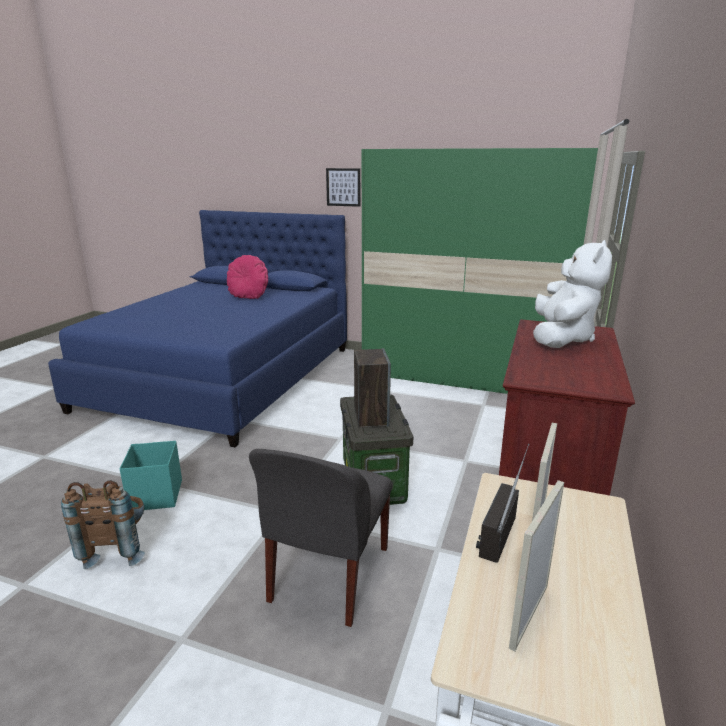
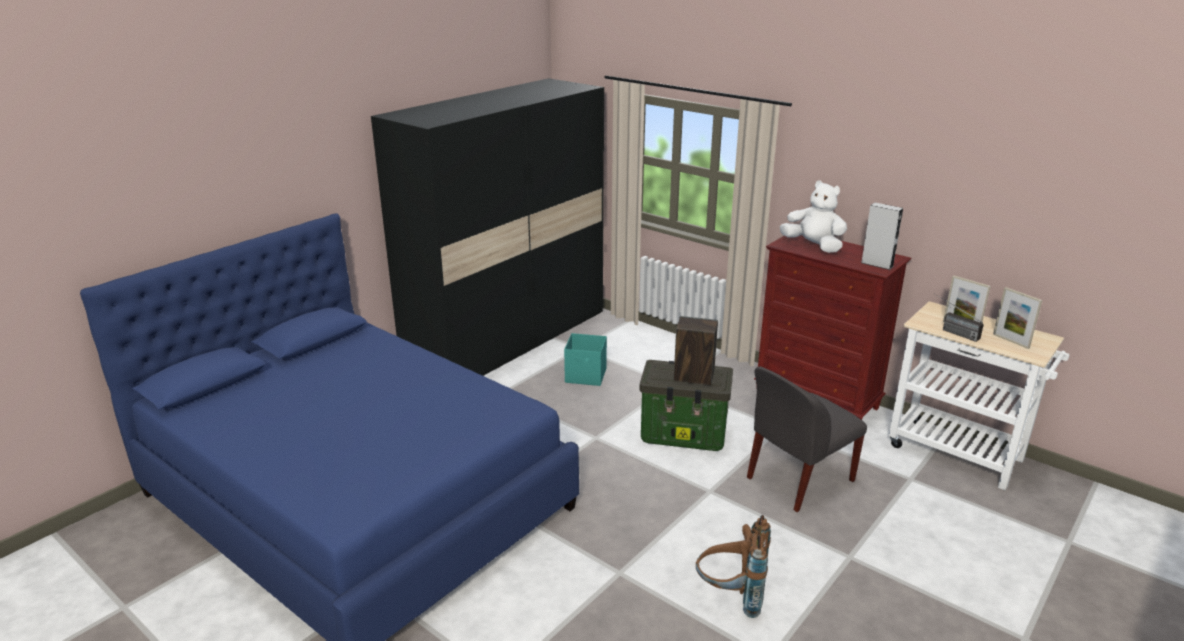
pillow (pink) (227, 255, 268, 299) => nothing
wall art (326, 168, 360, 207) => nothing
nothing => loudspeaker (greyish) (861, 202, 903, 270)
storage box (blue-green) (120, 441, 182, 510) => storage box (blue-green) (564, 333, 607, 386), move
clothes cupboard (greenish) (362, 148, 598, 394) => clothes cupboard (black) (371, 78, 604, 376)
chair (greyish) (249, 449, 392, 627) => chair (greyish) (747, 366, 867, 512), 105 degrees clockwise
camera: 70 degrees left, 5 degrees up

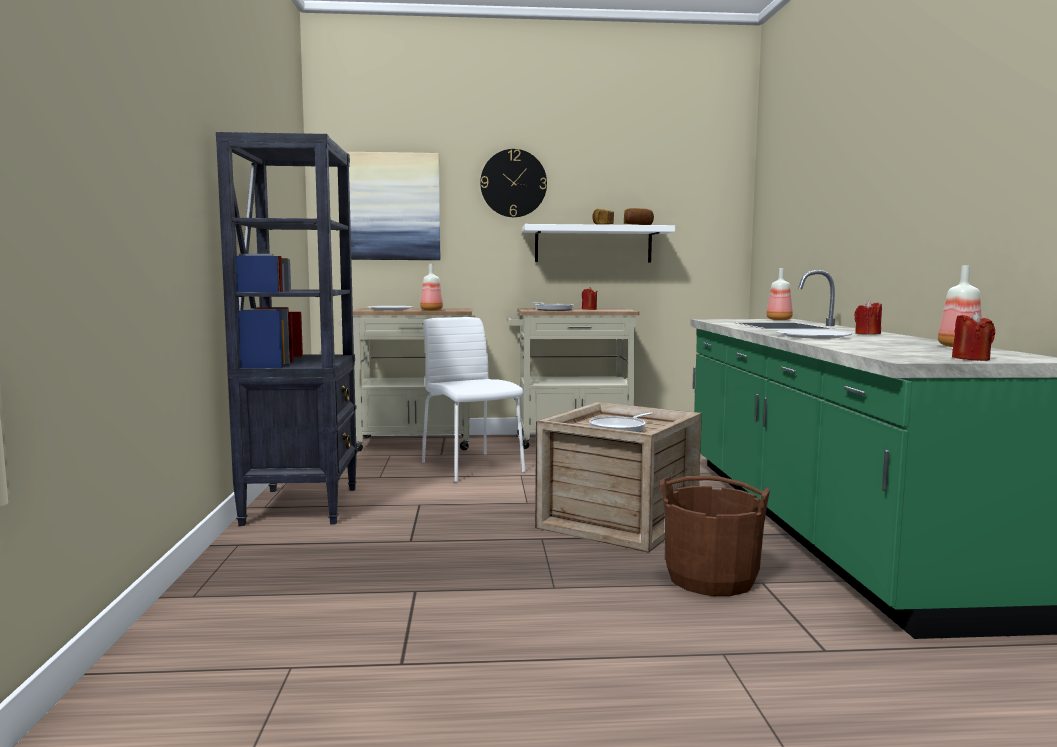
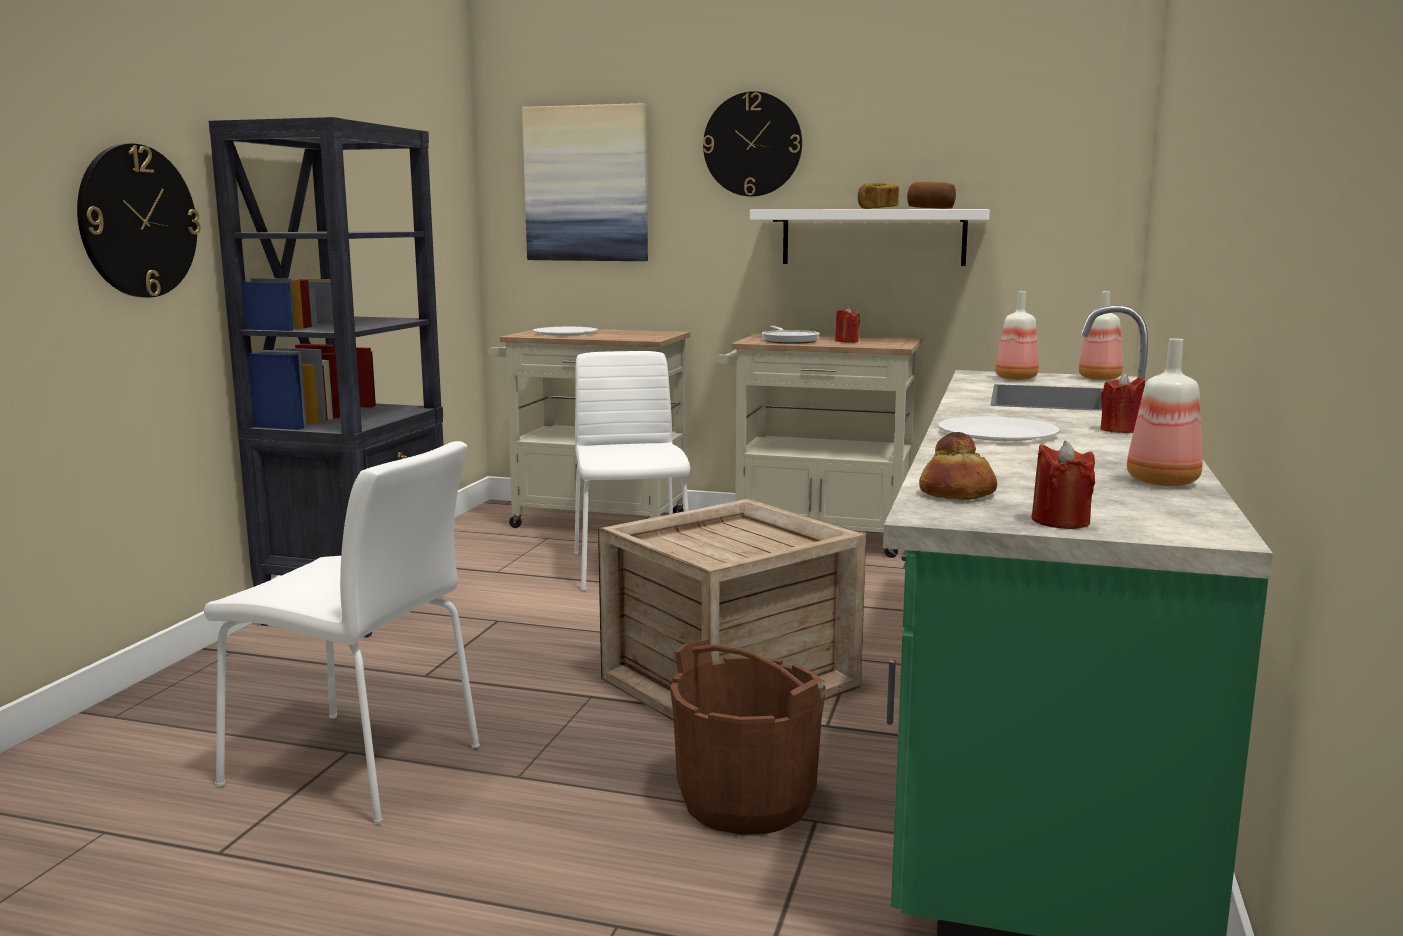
pan (589, 412, 653, 432) => nothing
nothing => clock on the wall (77, 143, 201, 298)
nothing => chair (white-coloured) (204, 441, 480, 824)
nothing => baked bread (919, 432, 997, 500)
bottle (420, 264, 443, 311) => bottle (995, 291, 1039, 380), move
camera: 20 degrees right, 5 degrees up

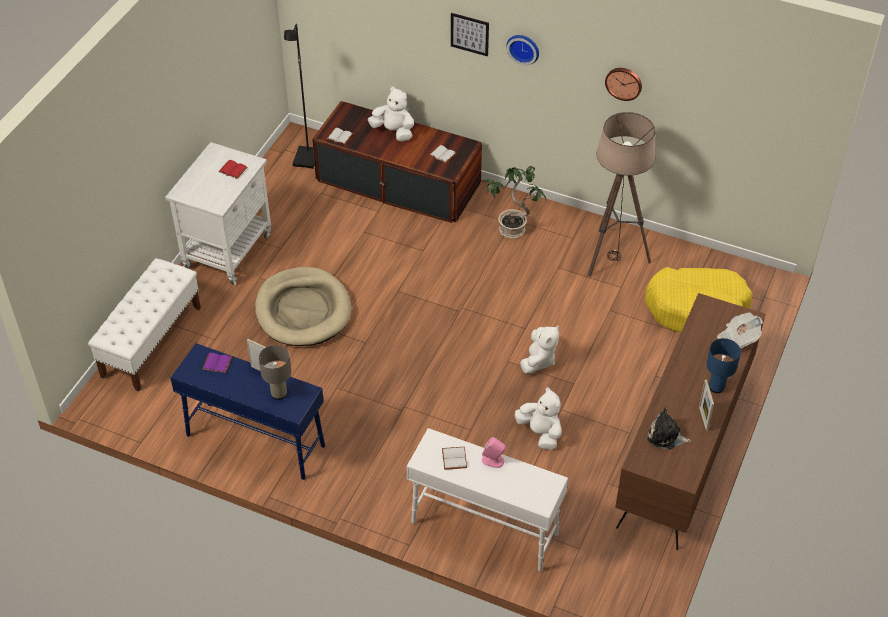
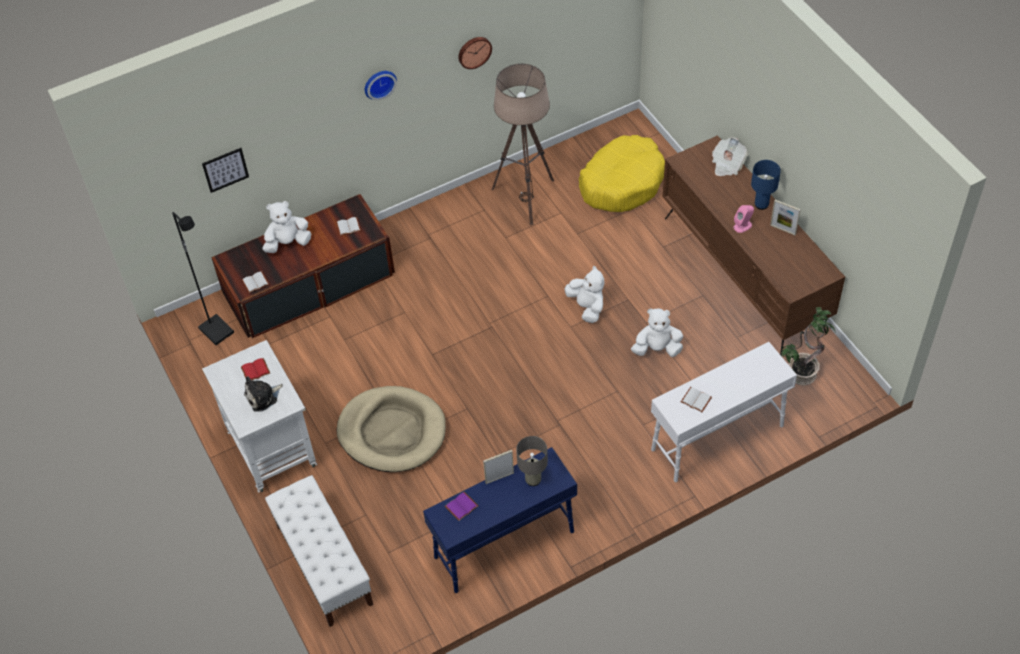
wall art (451, 13, 489, 56) => wall art (202, 148, 249, 193), move
houseplant (482, 166, 546, 239) => houseplant (781, 307, 836, 386), move
loudspeaker (pink) (482, 437, 506, 468) => loudspeaker (pink) (734, 205, 754, 233), move
plush toy (647, 408, 691, 449) => plush toy (244, 376, 283, 412), move
camera: 50 degrees left, 5 degrees up

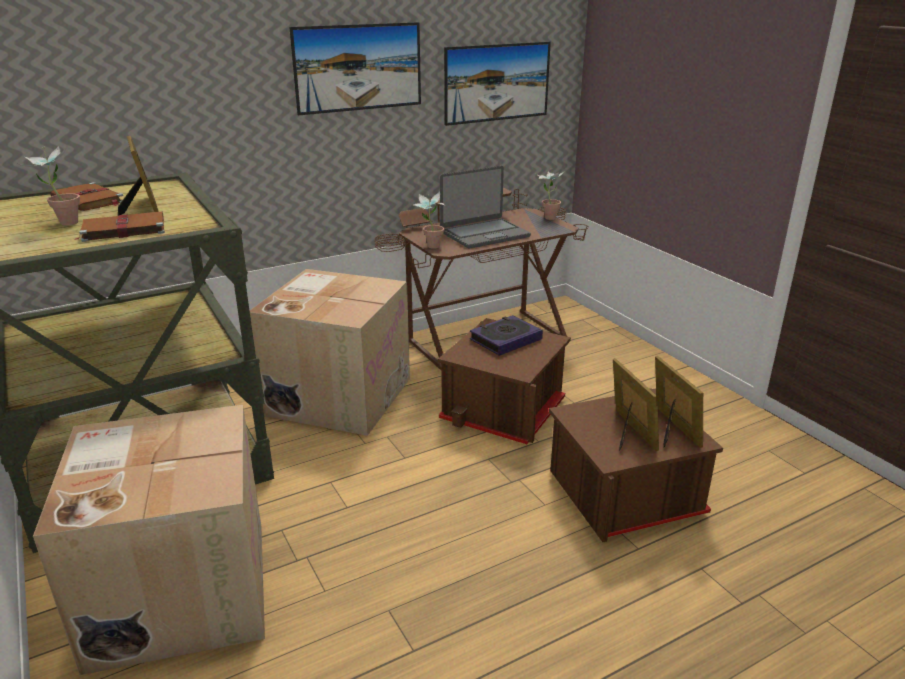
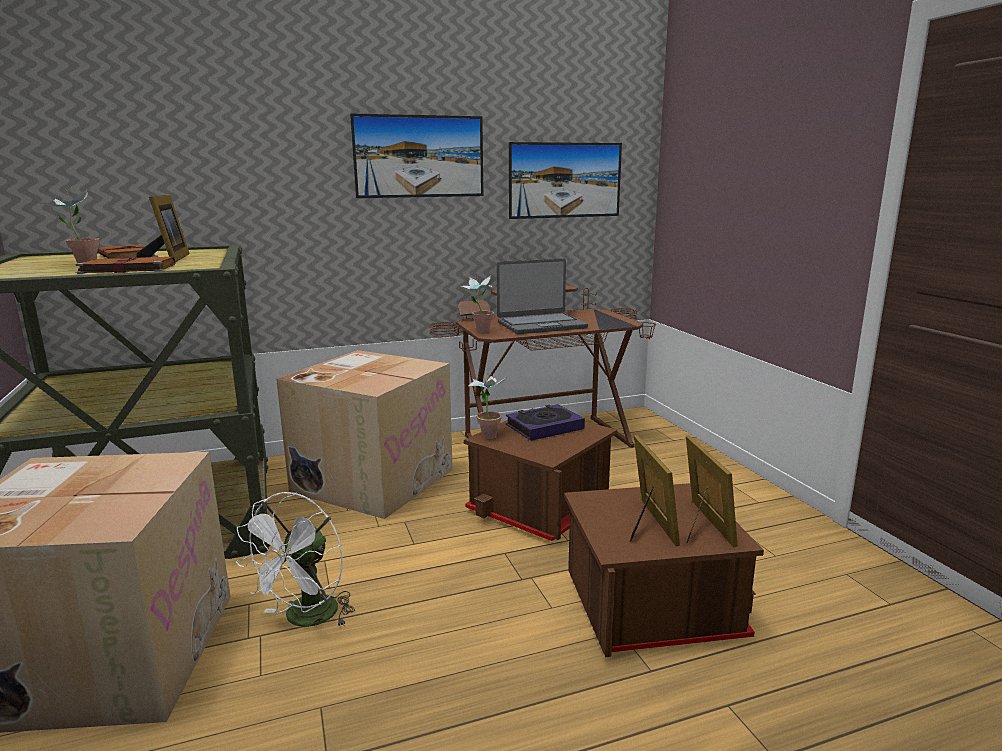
nothing => electric fan (white-coloured) (236, 492, 355, 627)
houseplant (536, 169, 566, 220) => houseplant (468, 373, 508, 439), move
camera: 10 degrees right, 10 degrees down

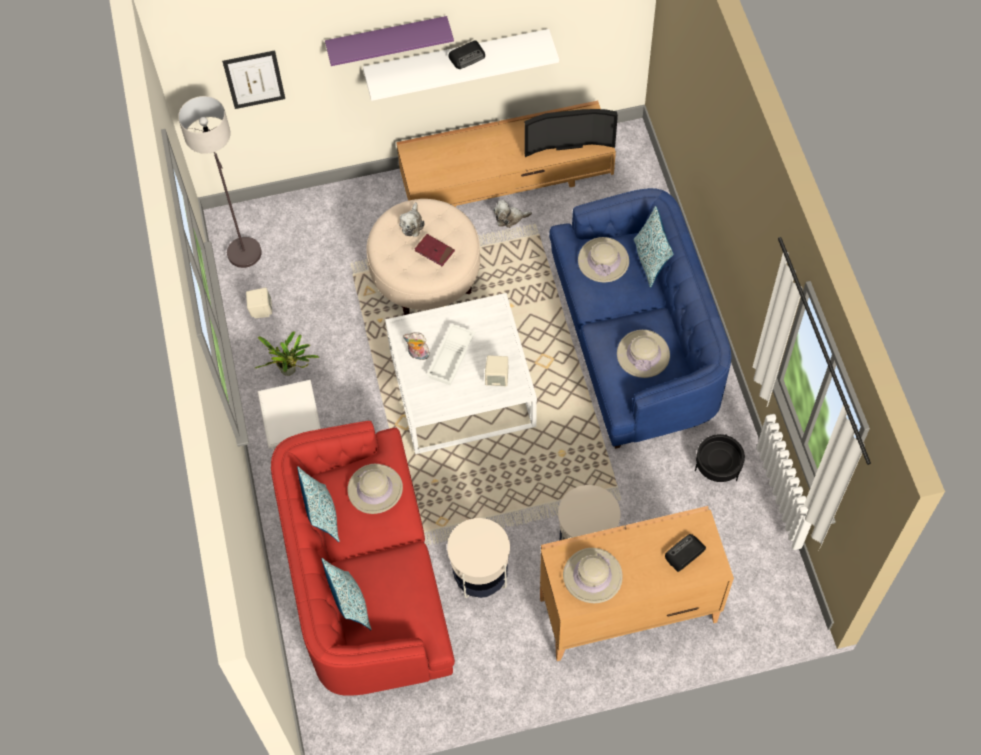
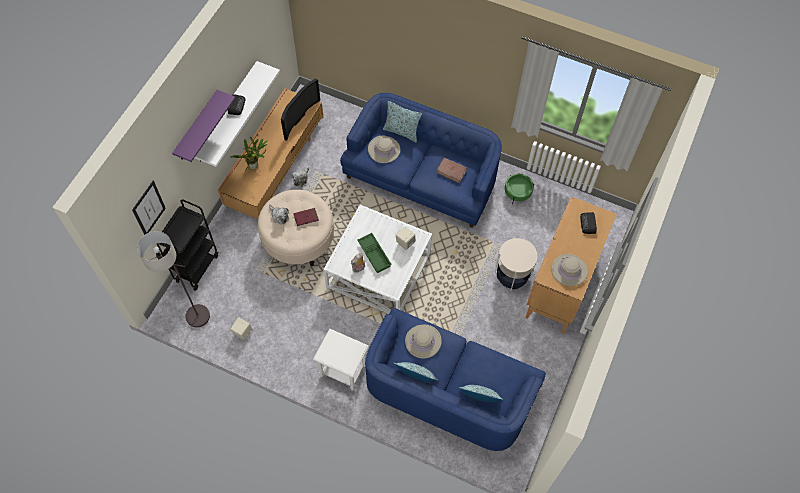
side table (sand-coloured) (447, 518, 510, 598) => nothing
nothing => trolley (black) (157, 199, 219, 291)
houseplant (255, 331, 320, 376) => houseplant (230, 137, 267, 171), move
wearable hat (sand-coloured) (617, 330, 670, 378) => book (brownish) (436, 158, 467, 183)
settee (red-coloured) (271, 421, 455, 696) => settee (bluish) (365, 308, 546, 451)
serving tray (white-coloured) (427, 324, 475, 386) => serving tray (greenish) (357, 233, 392, 273)
flower pot (black) (695, 434, 745, 482) => flower pot (greenish) (505, 174, 534, 204)
camera: 55 degrees left, 0 degrees up

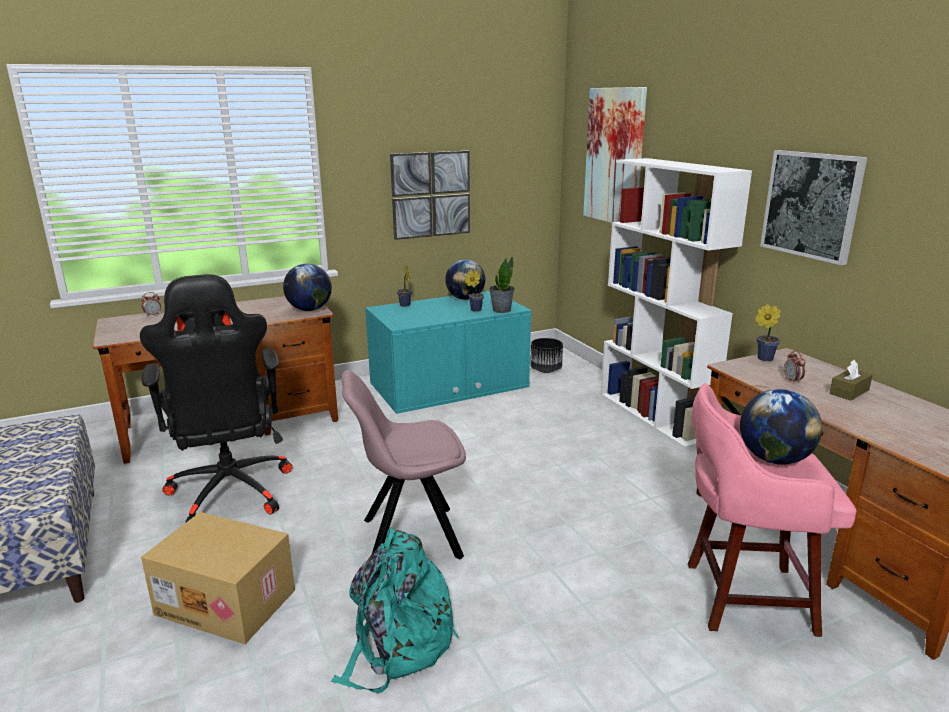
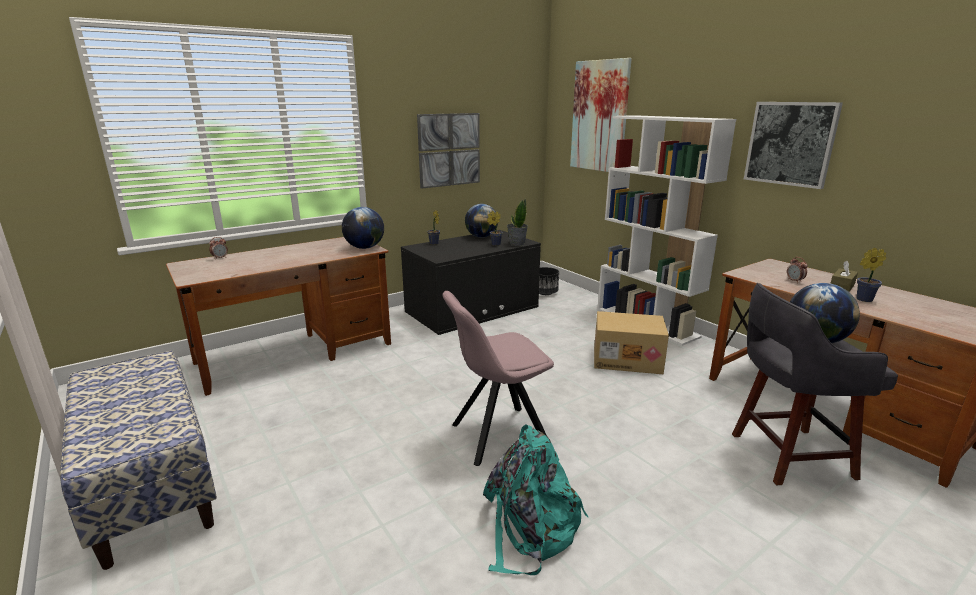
office chair (black) (140, 274, 292, 523) => nothing
carton (141, 512, 295, 644) => carton (594, 311, 669, 374), move
houseplant (755, 304, 781, 361) => houseplant (856, 248, 886, 302), move
storage cabinet (blue-green) (365, 291, 531, 414) => storage cabinet (black) (401, 230, 541, 335)
stool (pink) (688, 383, 856, 637) => stool (greyish) (732, 283, 898, 485)
camera: 10 degrees left, 0 degrees up

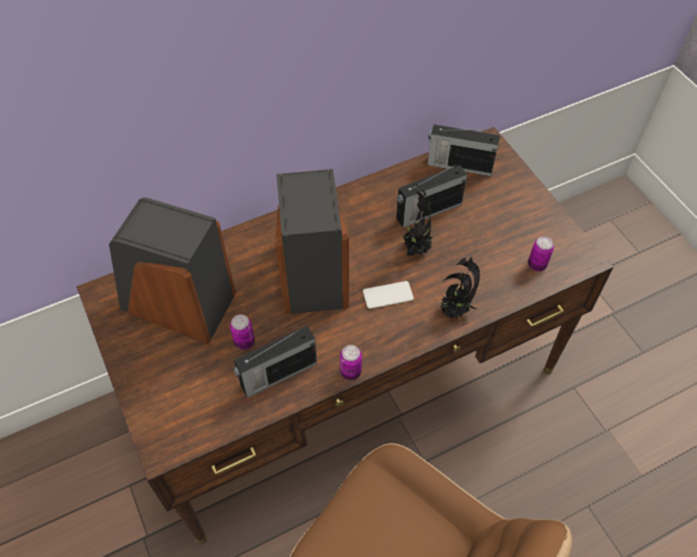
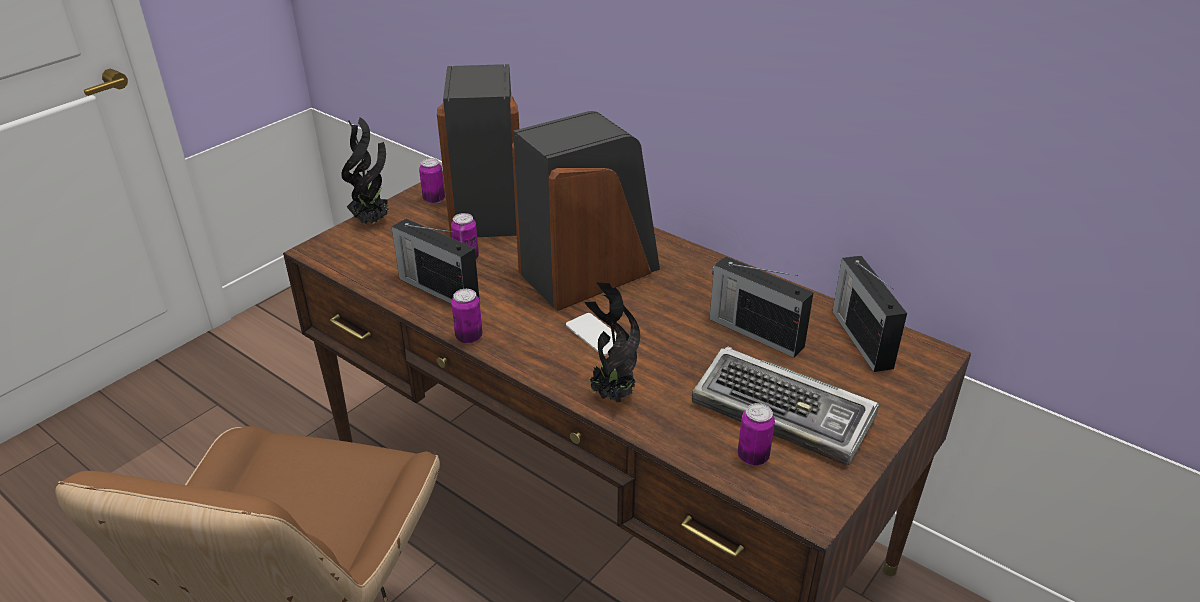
nothing => sealed can (419, 158, 445, 204)
nothing => computer keyboard (692, 346, 879, 466)
houseplant (400, 185, 432, 256) => houseplant (341, 117, 389, 224), move
camera: 65 degrees right, 20 degrees down

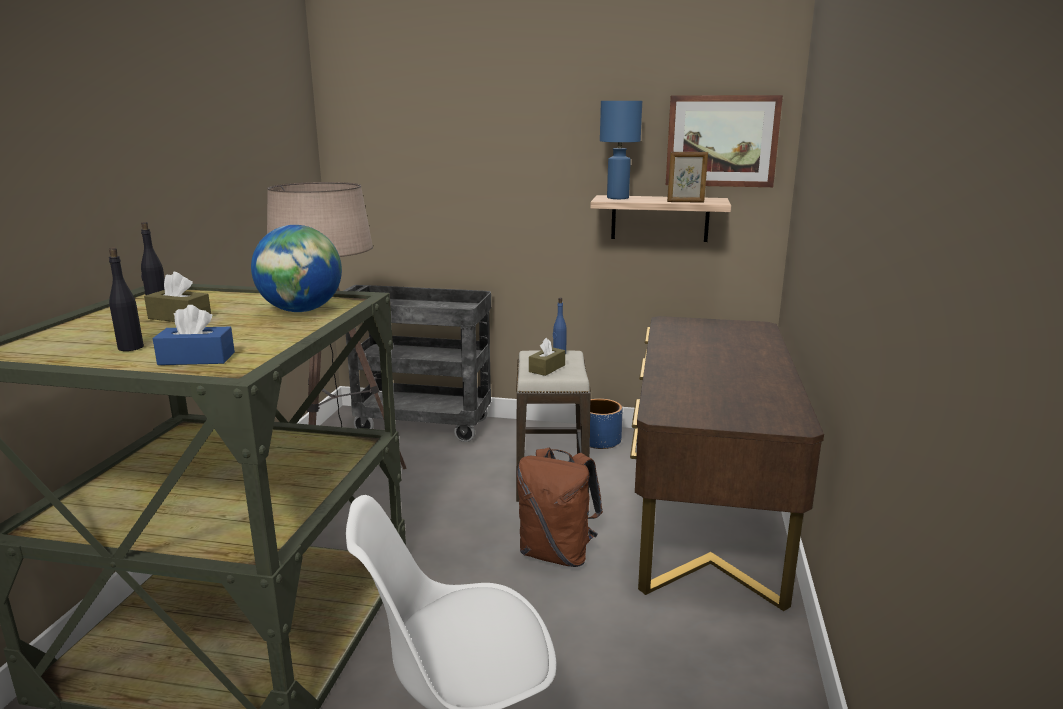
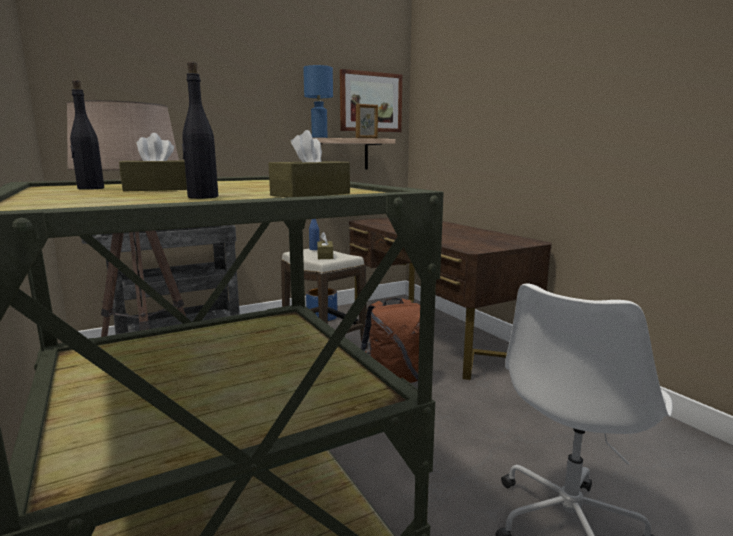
desk globe (251, 225, 342, 312) => nothing
tissue box (bluish) (153, 305, 235, 365) => tissue box (brownish) (269, 130, 350, 197)
camera: 40 degrees left, 5 degrees down

